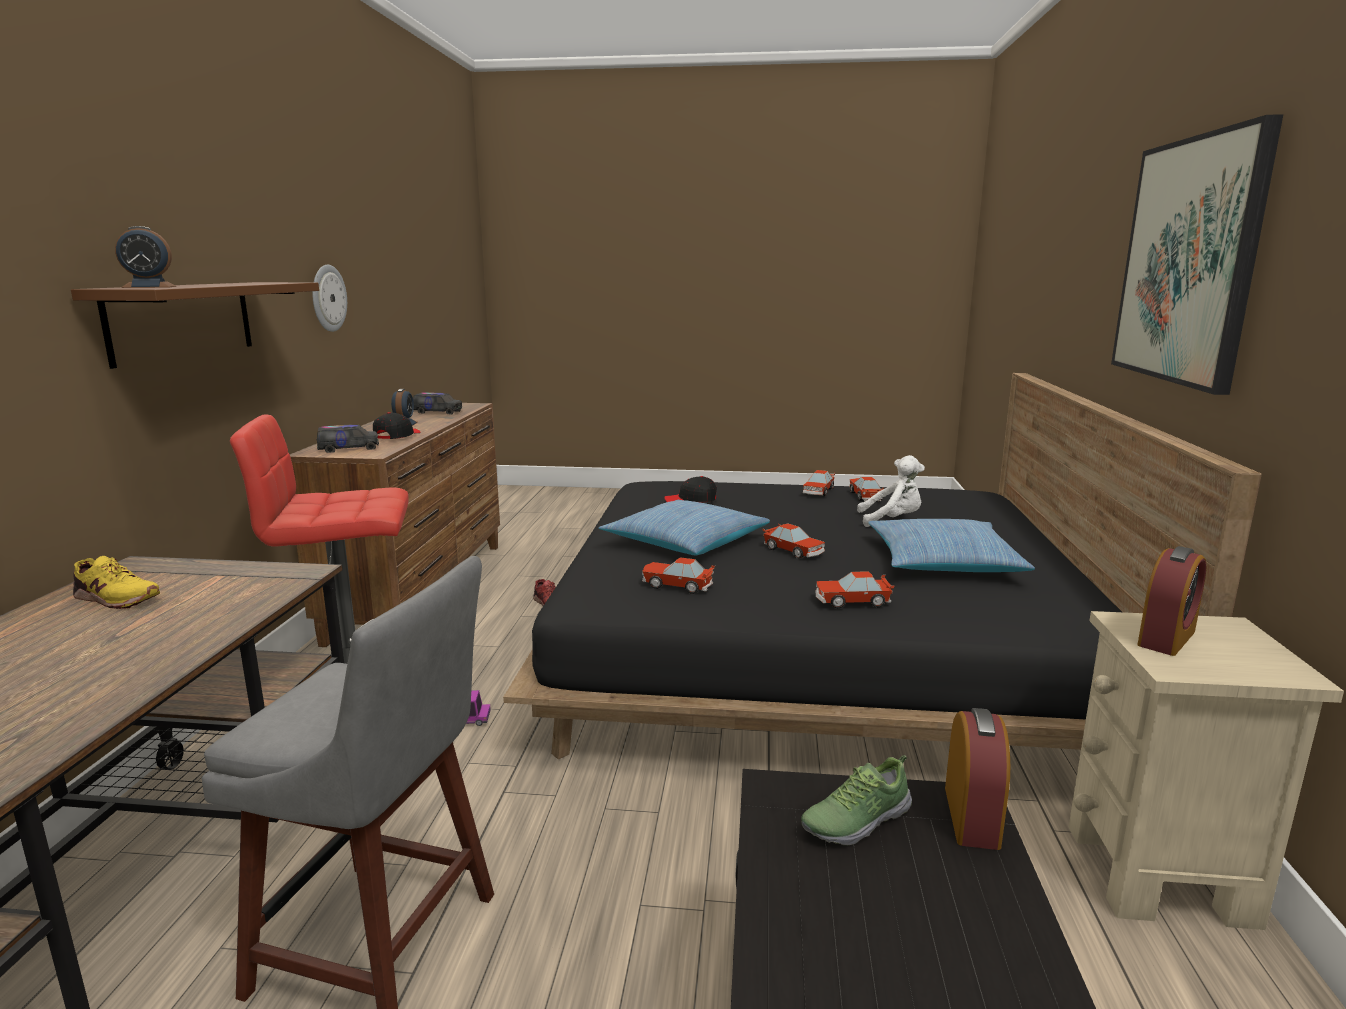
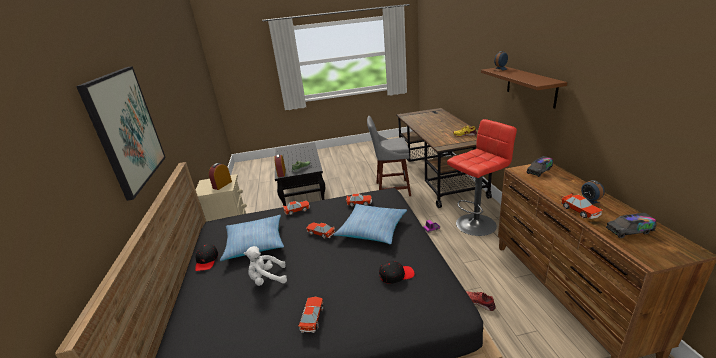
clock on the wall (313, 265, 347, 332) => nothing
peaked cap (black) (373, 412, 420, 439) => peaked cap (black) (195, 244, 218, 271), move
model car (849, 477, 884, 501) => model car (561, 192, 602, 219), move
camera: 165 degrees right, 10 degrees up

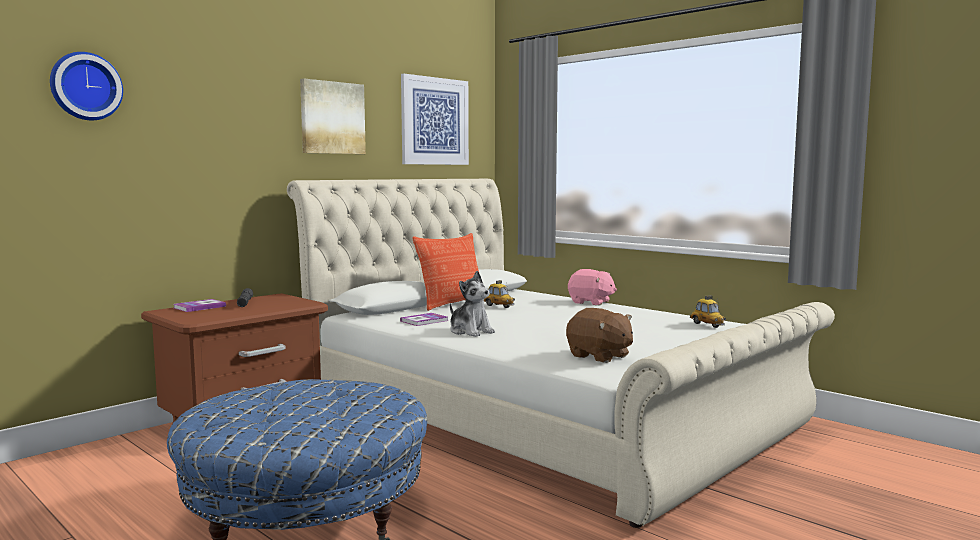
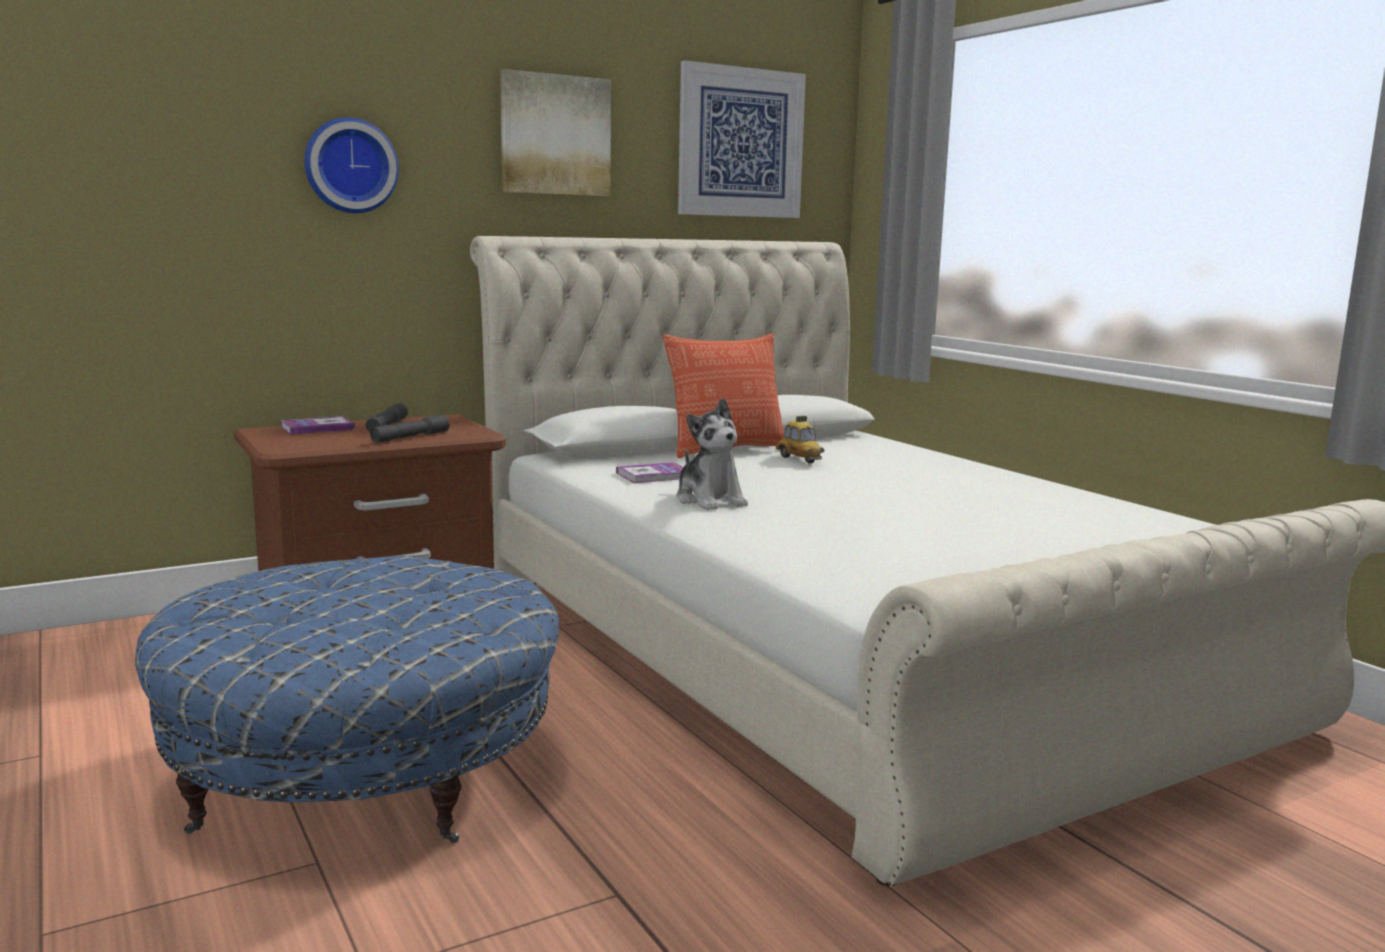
plush toy (brownish) (566, 308, 633, 363) => nothing
plush toy (pink) (568, 269, 617, 306) => nothing
model car (690, 295, 726, 328) => nothing
nothing => hand torch (greyish) (370, 414, 450, 443)
clock on the wall (50, 52, 123, 121) => clock on the wall (304, 117, 399, 213), move
camera: 15 degrees right, 5 degrees up

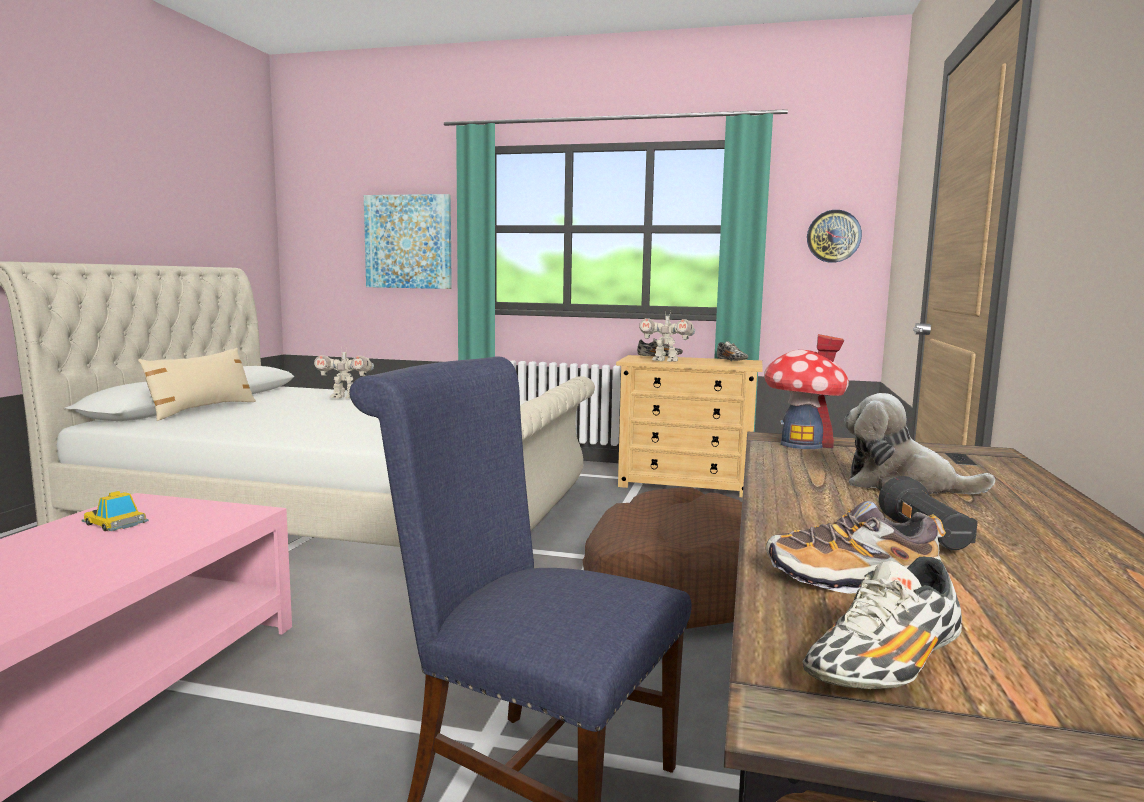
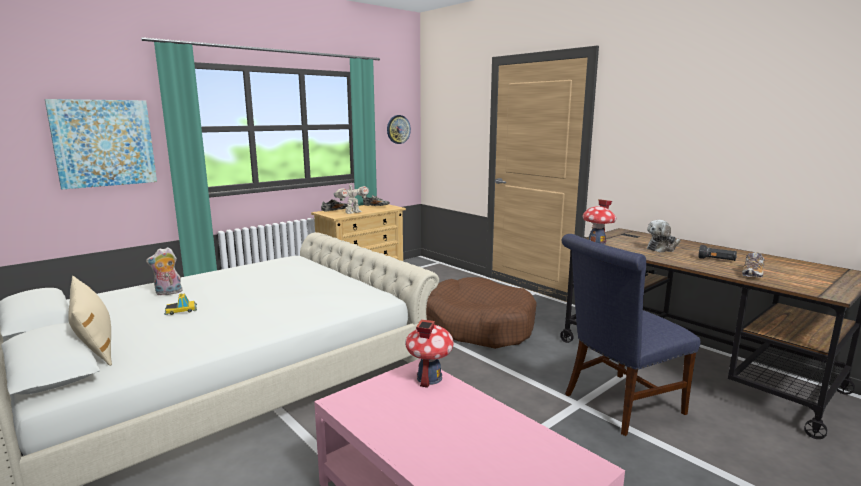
shoe (803, 557, 962, 689) => nothing
nothing => miniature house (405, 319, 454, 388)
model car (82, 491, 149, 531) => model car (164, 293, 197, 315), move
model robot (314, 347, 374, 398) => plush toy (146, 247, 183, 296)
camera: 55 degrees left, 5 degrees up

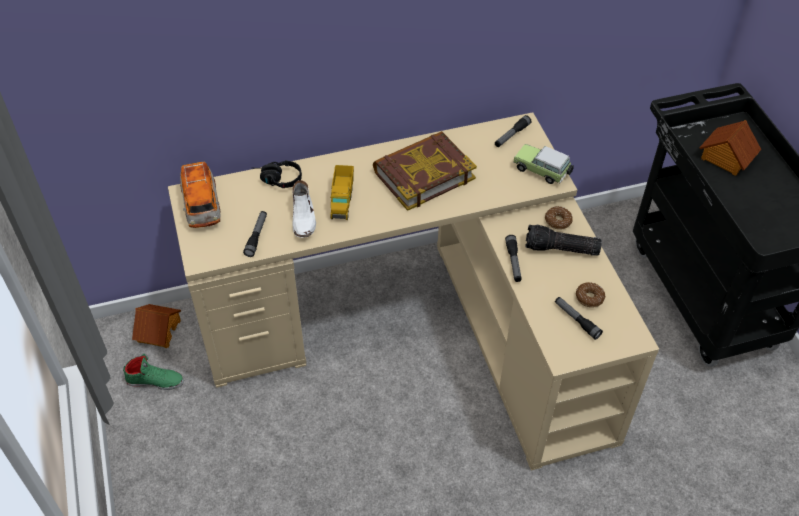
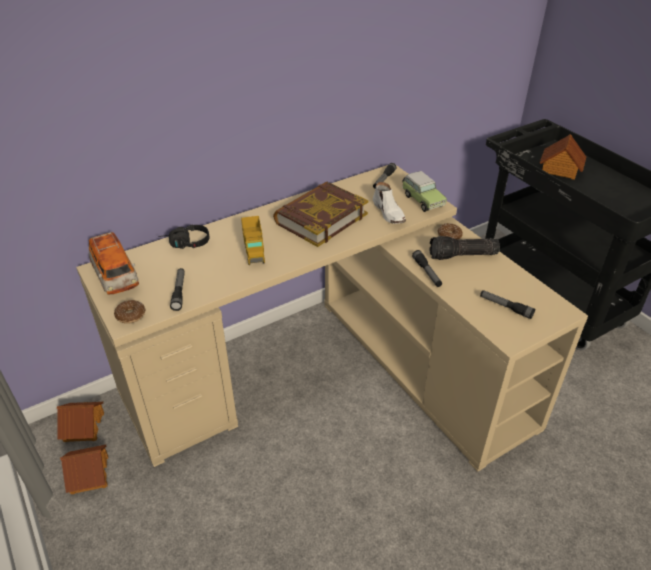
shoe (white-coloured) (292, 180, 316, 238) => shoe (white-coloured) (373, 182, 406, 224), move
doughnut (576, 282, 606, 307) => doughnut (114, 300, 145, 324), move
shoe (greenish) (123, 354, 184, 390) => miniature house (60, 445, 108, 494)
model car (513, 144, 574, 184) => model car (402, 171, 447, 212), 135 degrees counterclockwise
camera: 15 degrees left, 10 degrees down

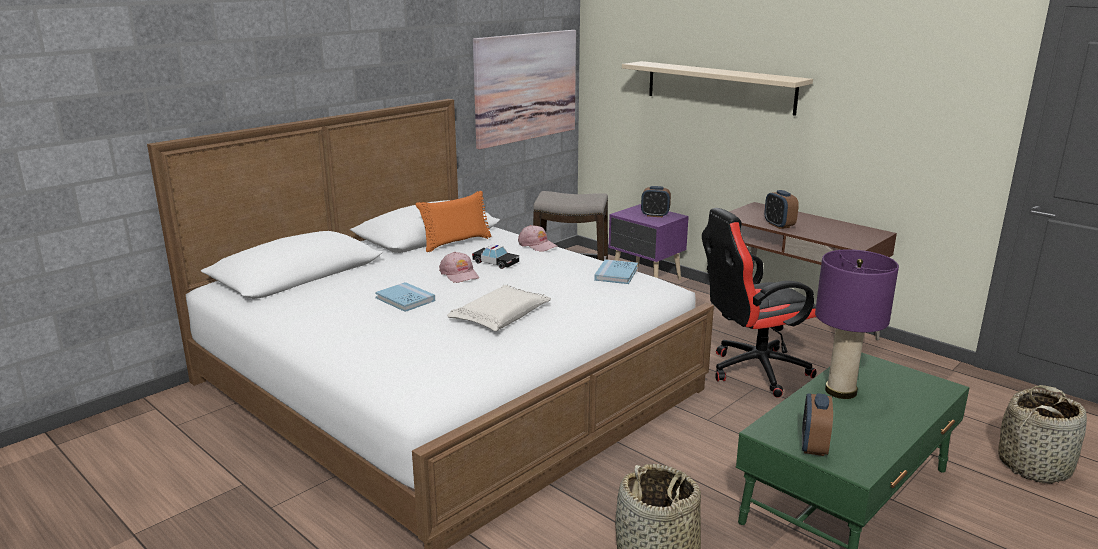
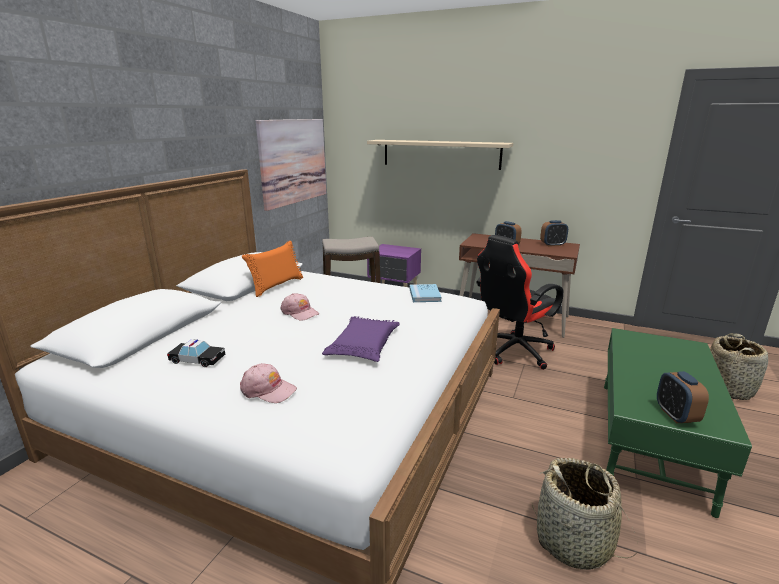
book (bluish) (375, 282, 435, 312) => nothing
tabletop lamp (purple) (815, 249, 899, 399) => nothing
model car (472, 245, 519, 269) => model car (167, 339, 225, 367), move
peaked cap (pink) (518, 225, 558, 252) => peaked cap (pink) (240, 363, 297, 403), move
table clock (641, 186, 671, 217) => table clock (540, 220, 568, 246), move
pillow (white-coloured) (447, 285, 551, 331) => pillow (purple) (322, 316, 400, 362)
camera: 20 degrees left, 0 degrees up

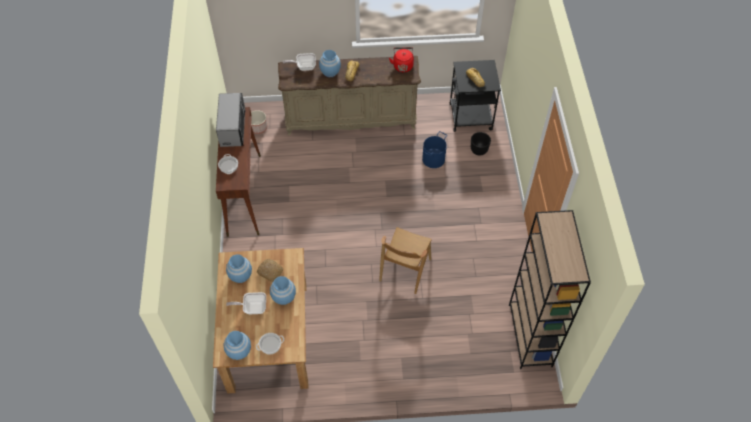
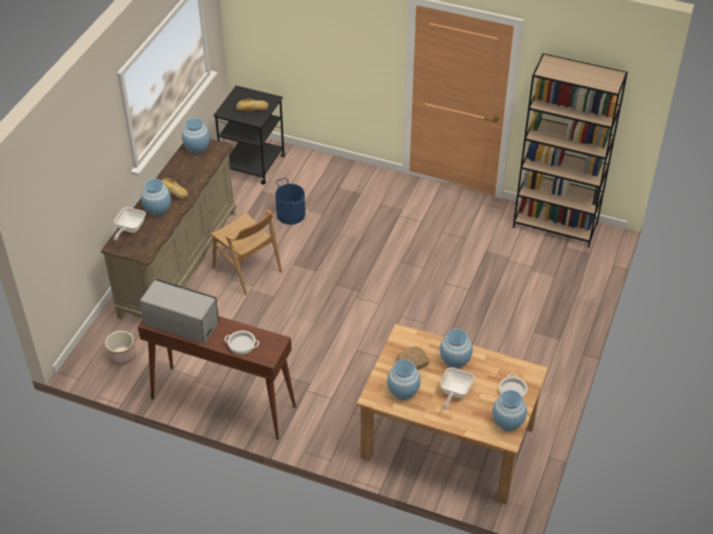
flower pot (black) (471, 132, 491, 156) => nothing
chair (brownish) (379, 227, 432, 294) => chair (brownish) (211, 209, 282, 295), move
kettle (red-coloured) (389, 47, 414, 72) => flower vase (bluish) (182, 118, 210, 154)
camera: 65 degrees left, 10 degrees down

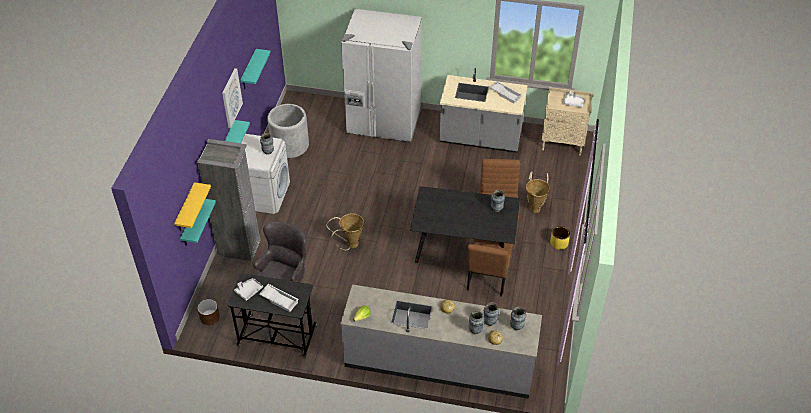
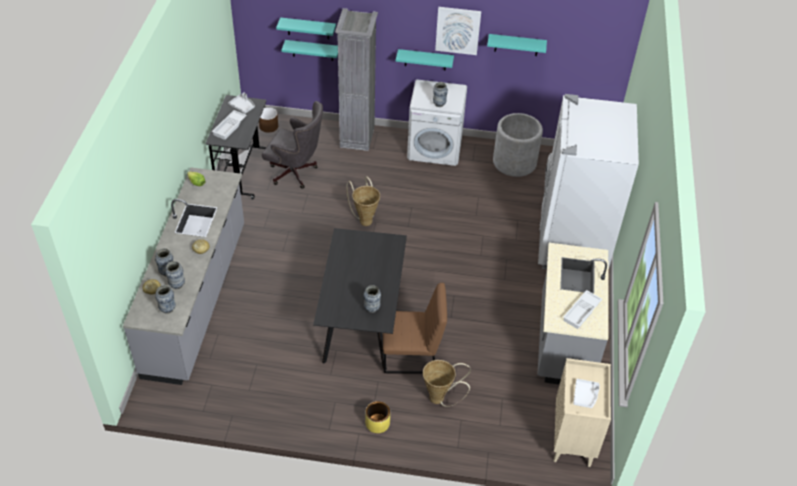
chair (brownish) (467, 239, 513, 297) => nothing
wall shelf (yellow-coloured) (174, 182, 211, 231) => wall shelf (blue-green) (276, 17, 336, 39)
camera: 85 degrees right, 0 degrees up

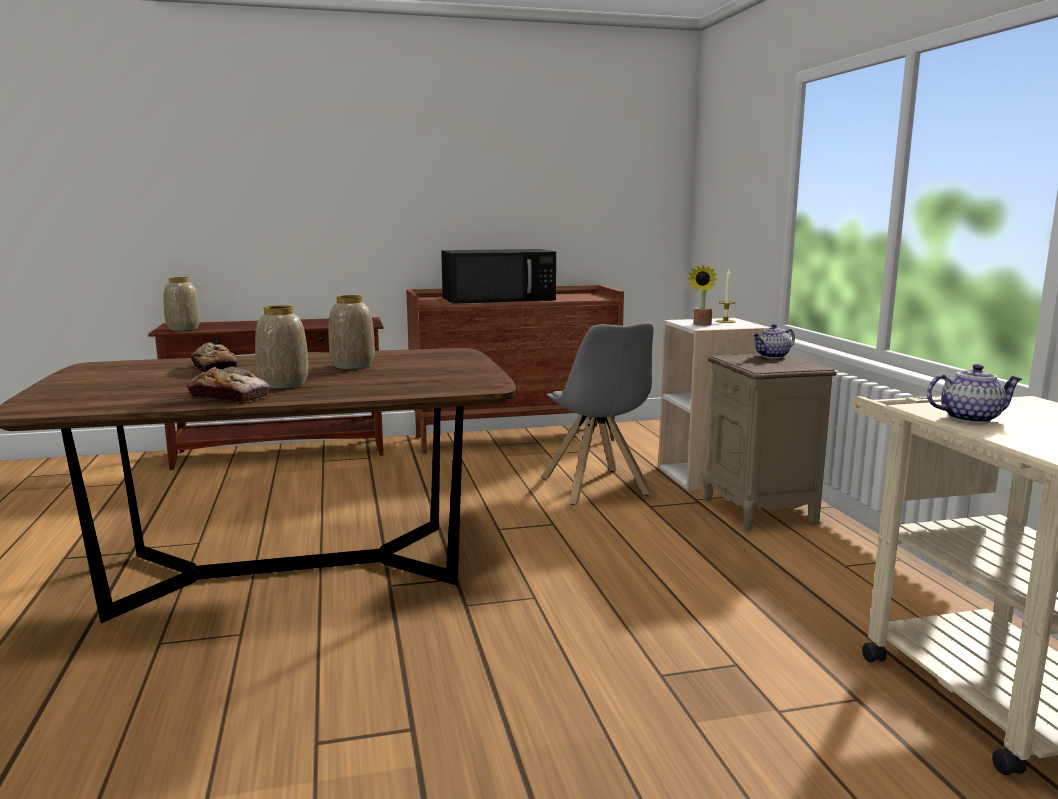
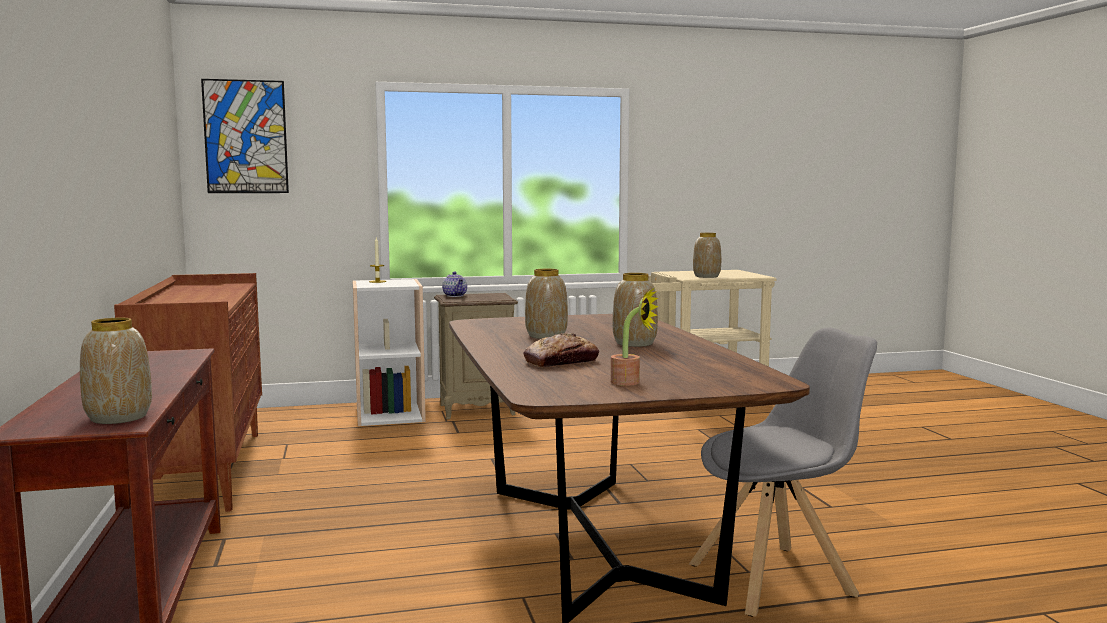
baked bread (187, 366, 270, 402) => nothing
kitchen microwave (black) (441, 249, 556, 304) => nothing
nothing => wall art (201, 79, 289, 193)
chair (greyish) (541, 322, 654, 505) => chair (greyish) (688, 327, 877, 617), move
houseplant (687, 265, 718, 326) => houseplant (611, 288, 659, 386), move
tea pot (927, 364, 1022, 423) => flower vase (693, 233, 721, 278)
camera: 90 degrees left, 5 degrees down

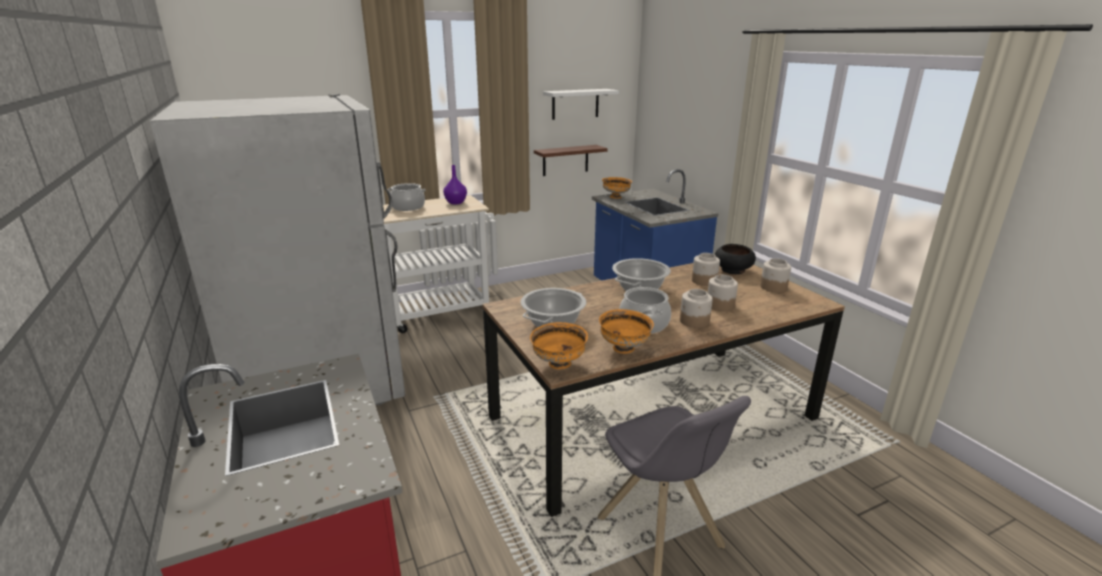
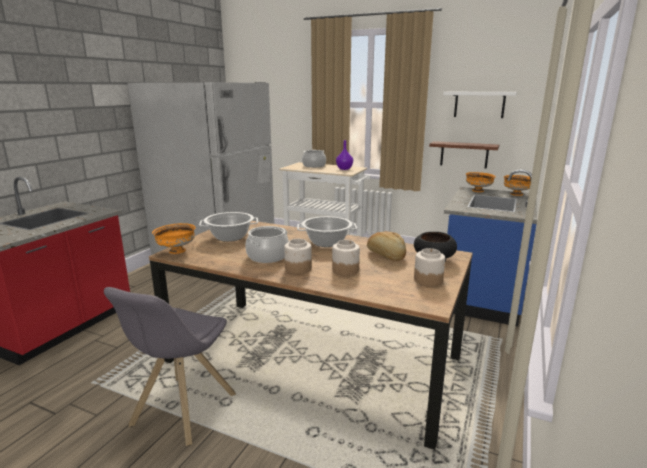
bowl (orangey) (599, 309, 654, 354) => bowl (orangey) (504, 175, 531, 196), move
preserve jar (692, 253, 720, 286) => baked bread (367, 231, 406, 261)
camera: 50 degrees right, 5 degrees down

